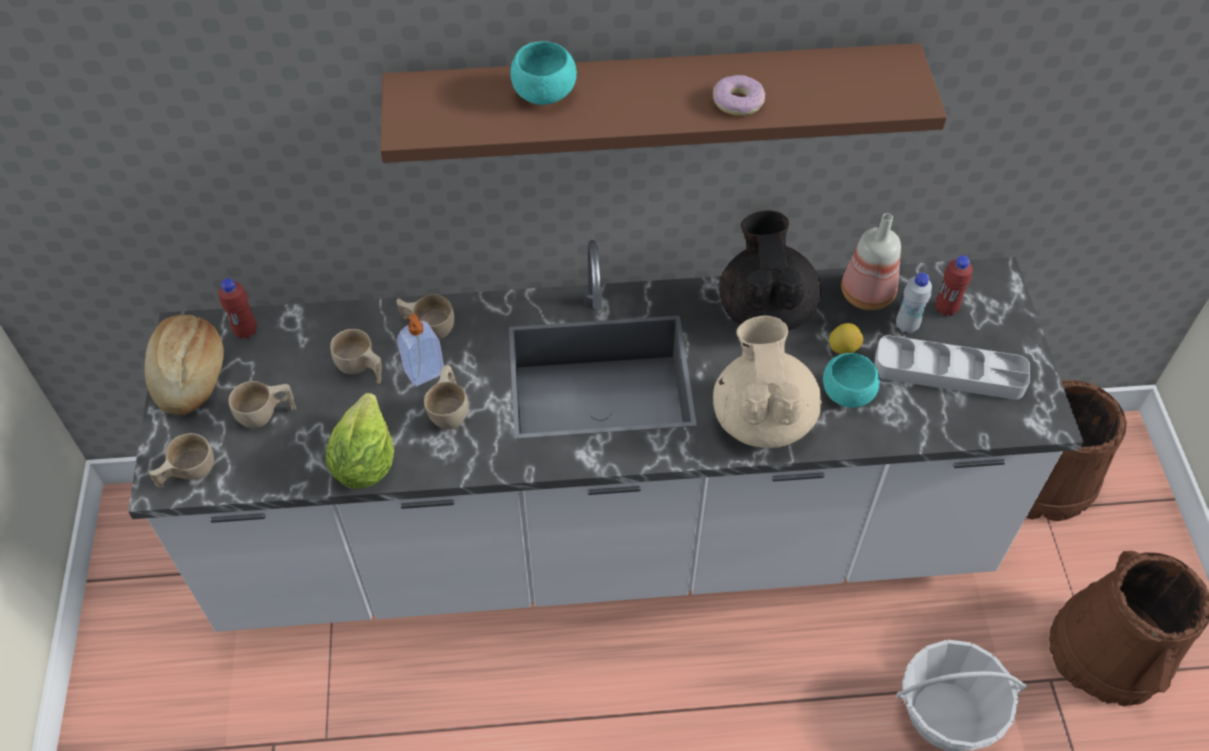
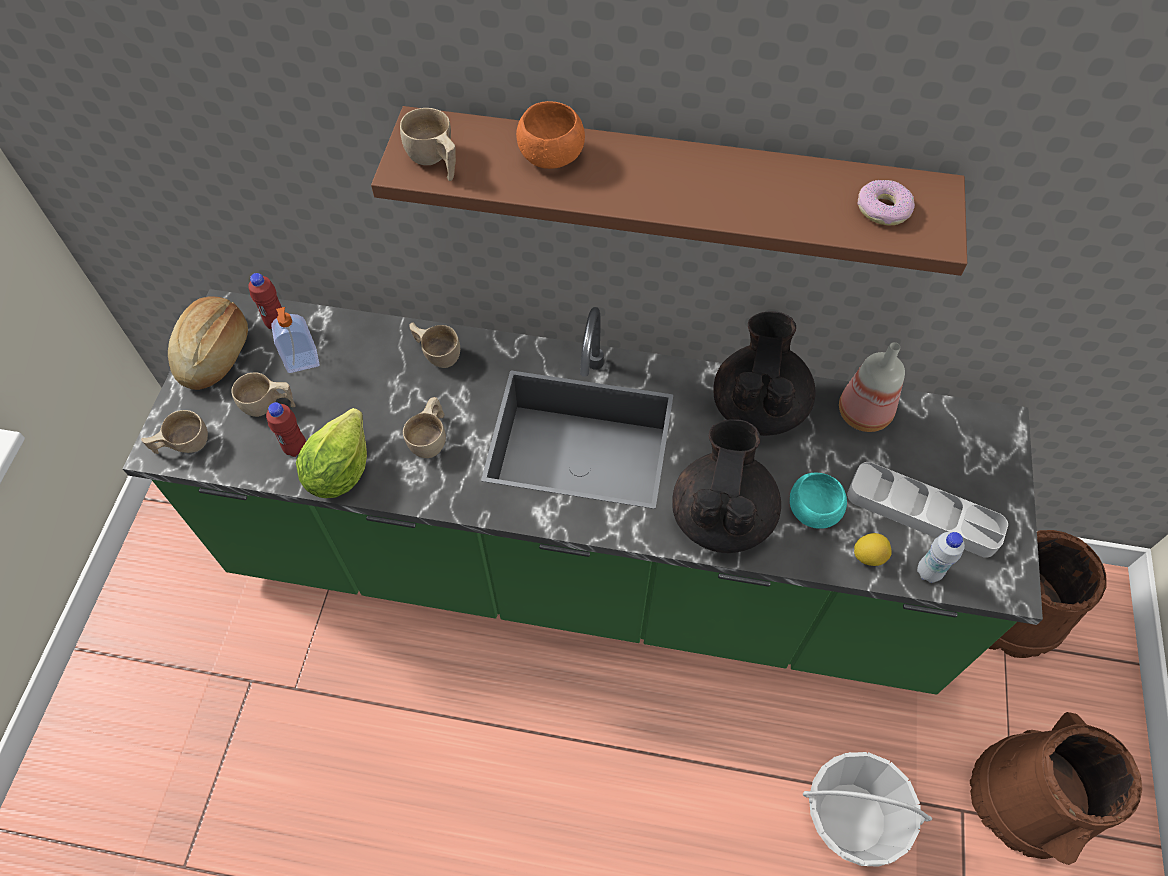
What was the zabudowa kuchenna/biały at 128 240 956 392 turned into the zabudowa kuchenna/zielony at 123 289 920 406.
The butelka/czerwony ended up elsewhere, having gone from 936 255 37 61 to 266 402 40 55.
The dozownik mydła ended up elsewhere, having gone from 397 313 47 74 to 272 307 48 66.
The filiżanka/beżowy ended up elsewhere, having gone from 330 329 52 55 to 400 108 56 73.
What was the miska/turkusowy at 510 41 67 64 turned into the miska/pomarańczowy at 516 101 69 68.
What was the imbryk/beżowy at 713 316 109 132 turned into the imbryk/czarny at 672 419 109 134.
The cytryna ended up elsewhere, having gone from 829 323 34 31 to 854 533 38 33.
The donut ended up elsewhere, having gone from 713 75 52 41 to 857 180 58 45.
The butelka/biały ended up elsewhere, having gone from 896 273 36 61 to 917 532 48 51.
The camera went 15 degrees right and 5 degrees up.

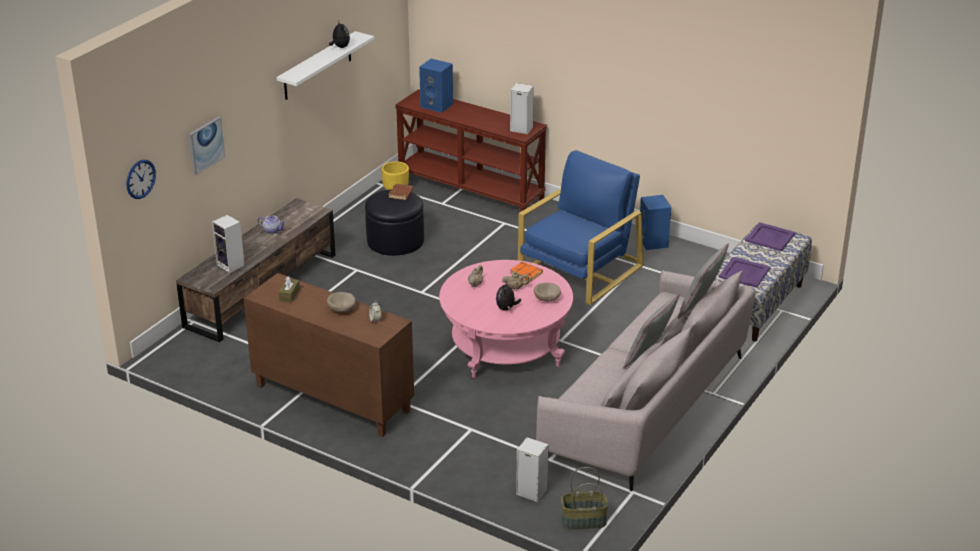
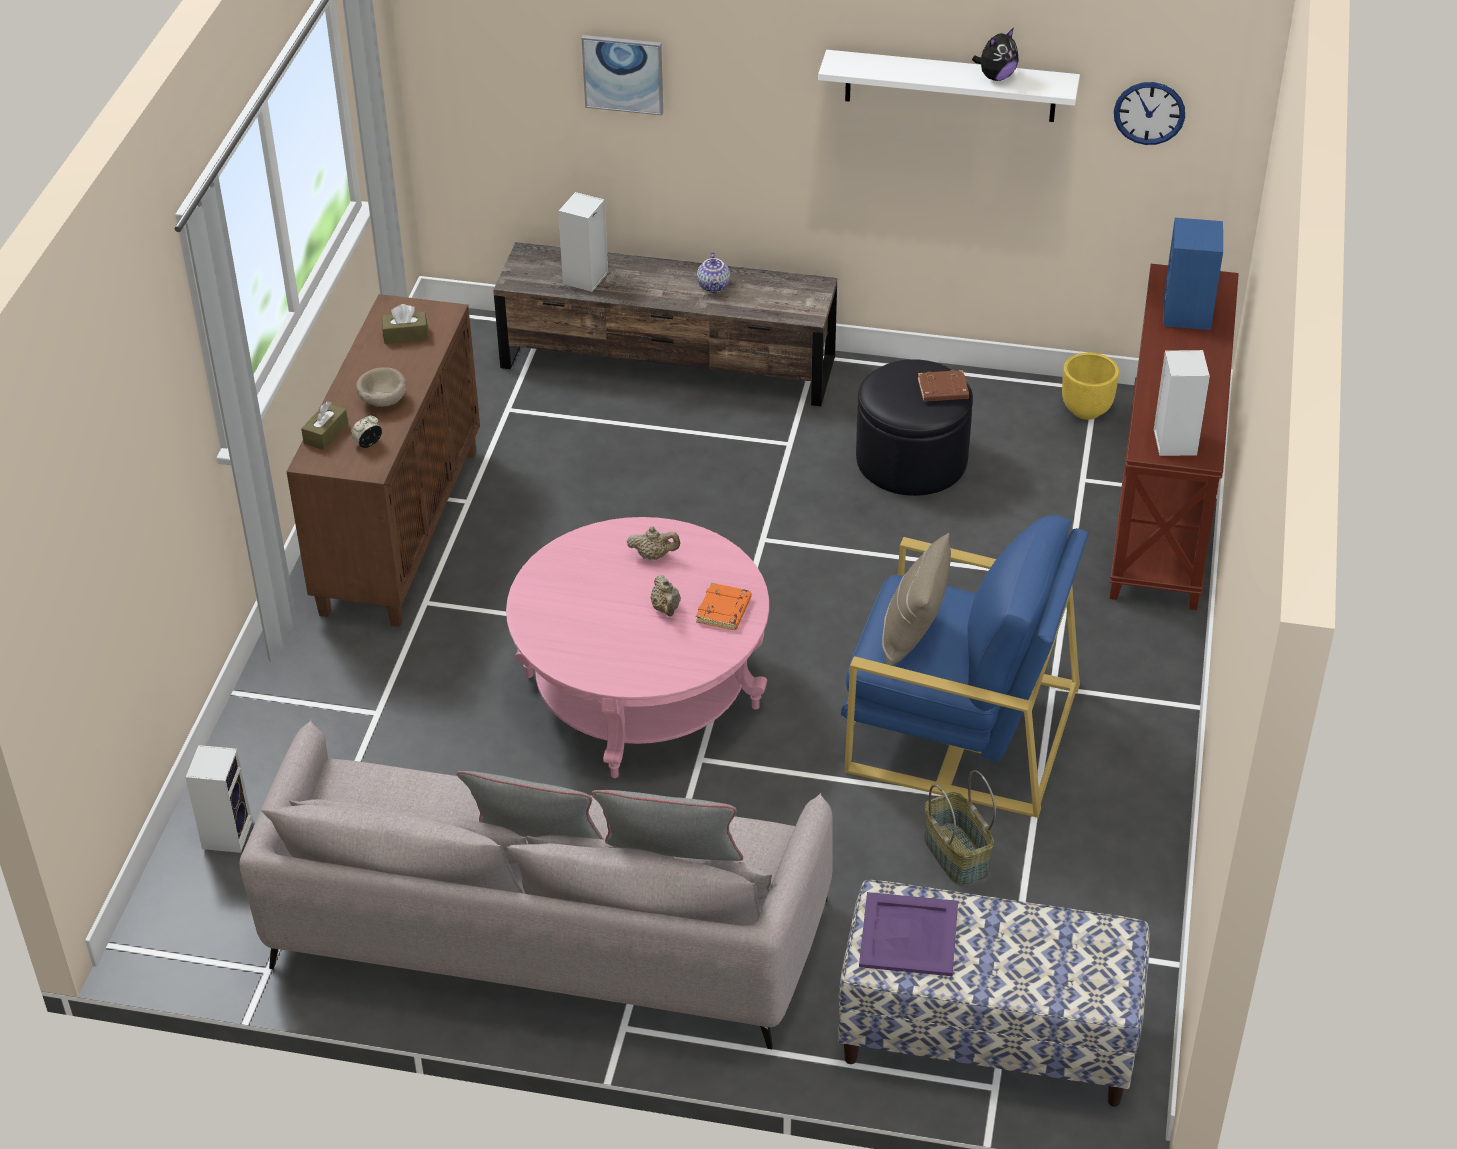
The second view gained the pudełko chusteczek/brązowy at 301 401 47 49.
The second view gained the poduszka/beżowy at 882 533 69 133.
The koszyk ended up elsewhere, having gone from 561 467 48 63 to 924 770 72 116.
The zegar ścienny ended up elsewhere, having gone from 126 160 30 39 to 1114 82 71 63.
The second view lost the pluszak at 496 282 25 28.
The second view lost the miska/beżowy at 534 283 27 19.
The second view lost the głośnik/niebieski at 640 195 31 55.
The second view lost the taca/fioletowy at 745 222 51 29.
The camera went 70 degrees right and 10 degrees up.

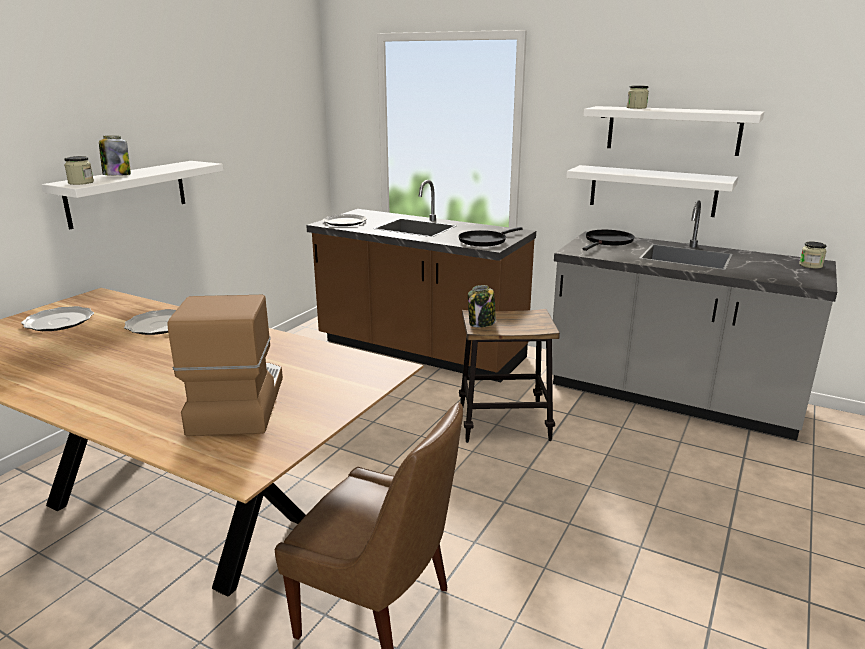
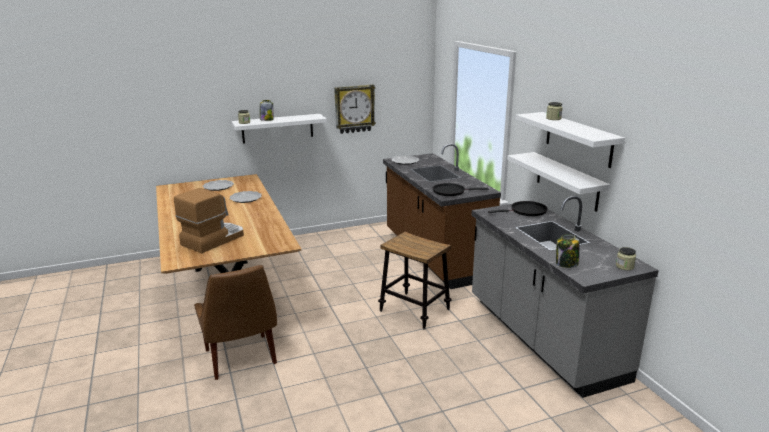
The second view gained the zegar ścienny at 334 84 42 50.
The słoik ended up elsewhere, having gone from 468 285 28 43 to 556 234 24 34.
The camera went 40 degrees right and 0 degrees up.

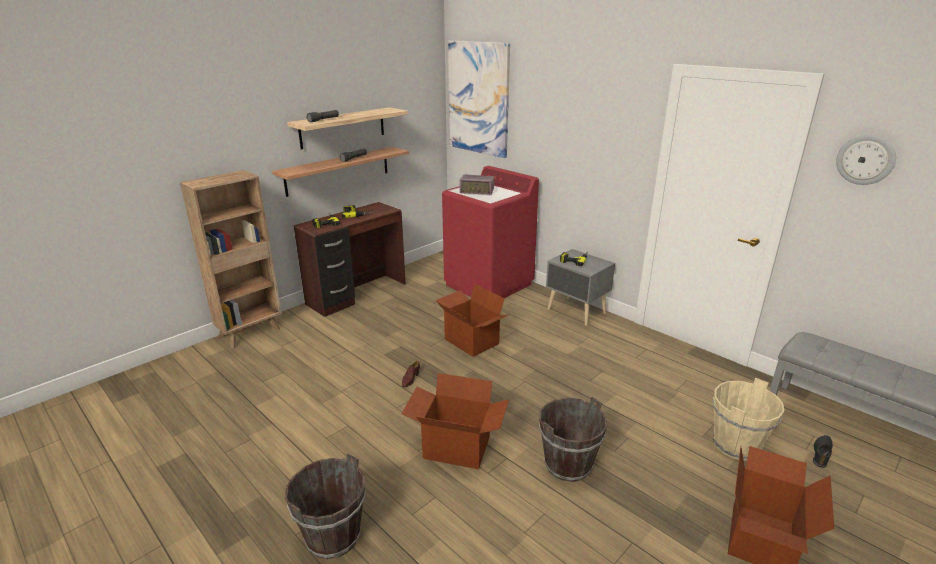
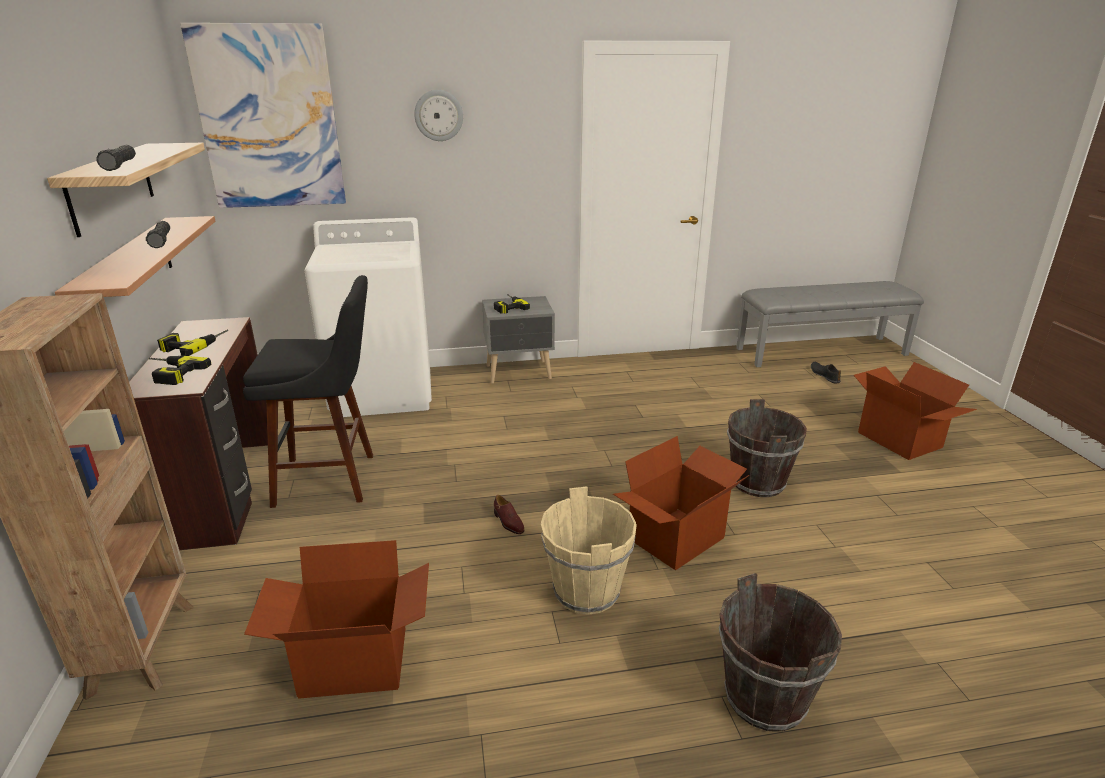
The second view gained the stołek/czarny at 243 275 130 233.
The karton ended up elsewhere, having gone from 435 284 75 73 to 244 540 185 159.
What was the pralka/czerwony at 442 166 97 132 turned into the pralka/biały at 305 217 127 200.
The zegar ścienny ended up elsewhere, having gone from 836 135 60 50 to 414 90 49 51.
The wiadro/beżowy ended up elsewhere, having gone from 713 378 71 82 to 541 486 96 129.
The second view lost the radio at 460 174 34 21.
The camera went 55 degrees left and 0 degrees up.

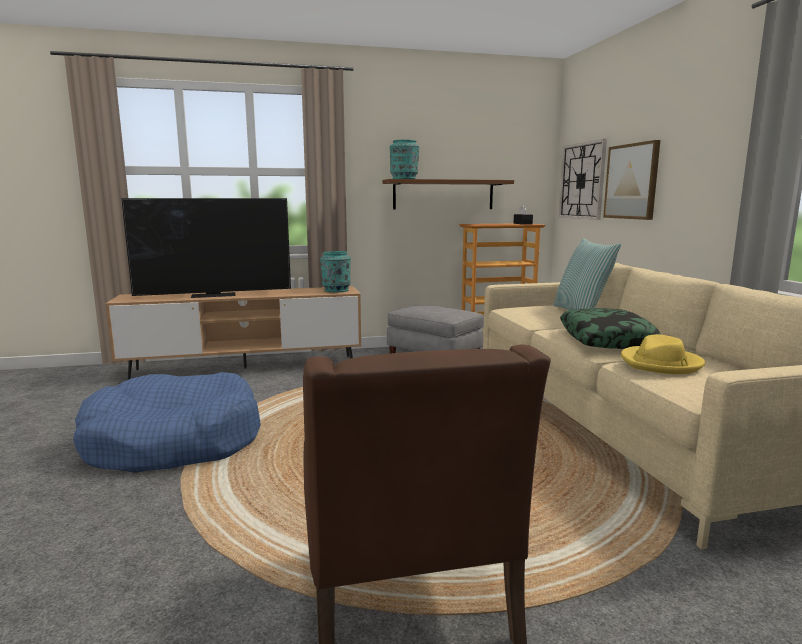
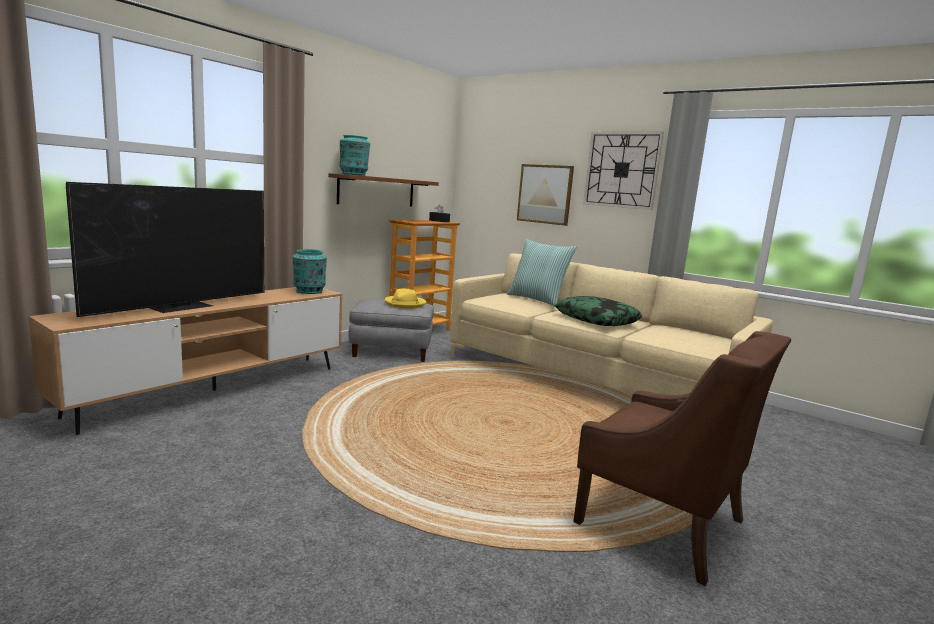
The kapelusz/żółty ended up elsewhere, having gone from 621 334 84 40 to 385 288 41 20.
The zegar ścienny ended up elsewhere, having gone from 559 139 48 81 to 583 132 81 78.
The second view lost the legowisko/niebieski at 73 372 188 101.
The camera went 40 degrees left and 0 degrees up.

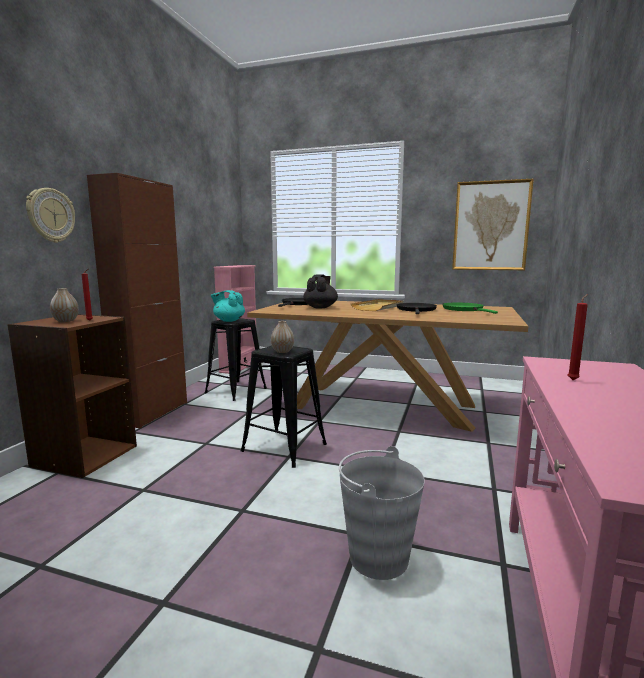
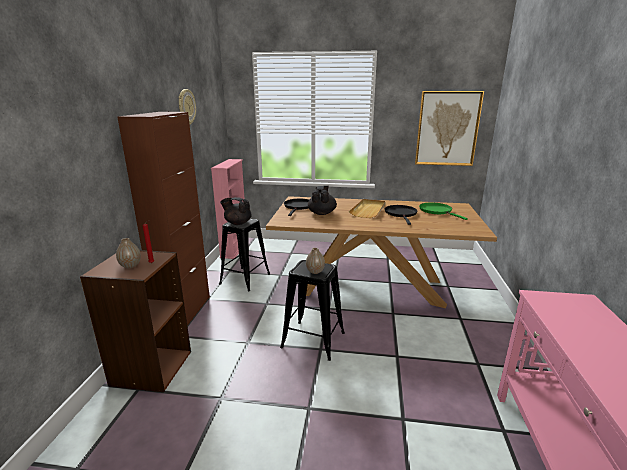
The zegar ścienny ended up elsewhere, having gone from 26 188 49 55 to 178 89 18 35.
What was the imbryk/turkusowy at 211 290 34 32 turned into the imbryk/czarny at 220 197 32 28.
The second view lost the wiadro/szary at 339 446 86 134.
The second view lost the świeca/czerwony at 568 294 20 86.
The camera went 10 degrees left and 10 degrees up.

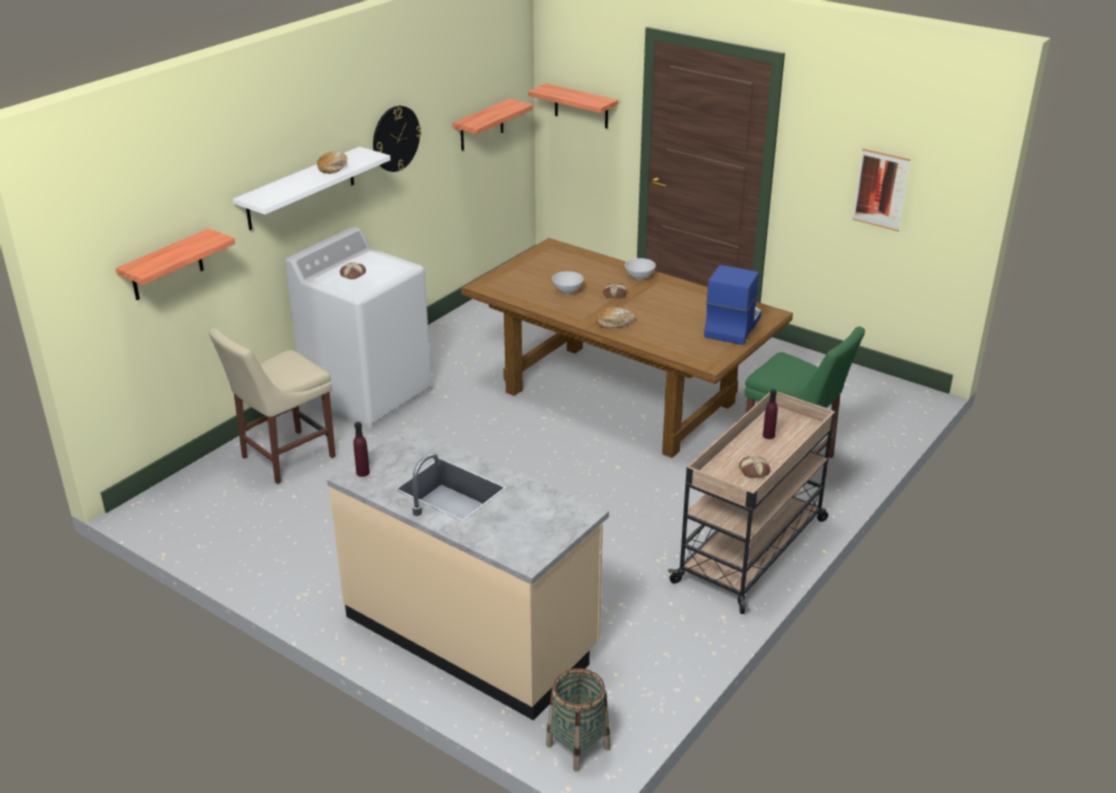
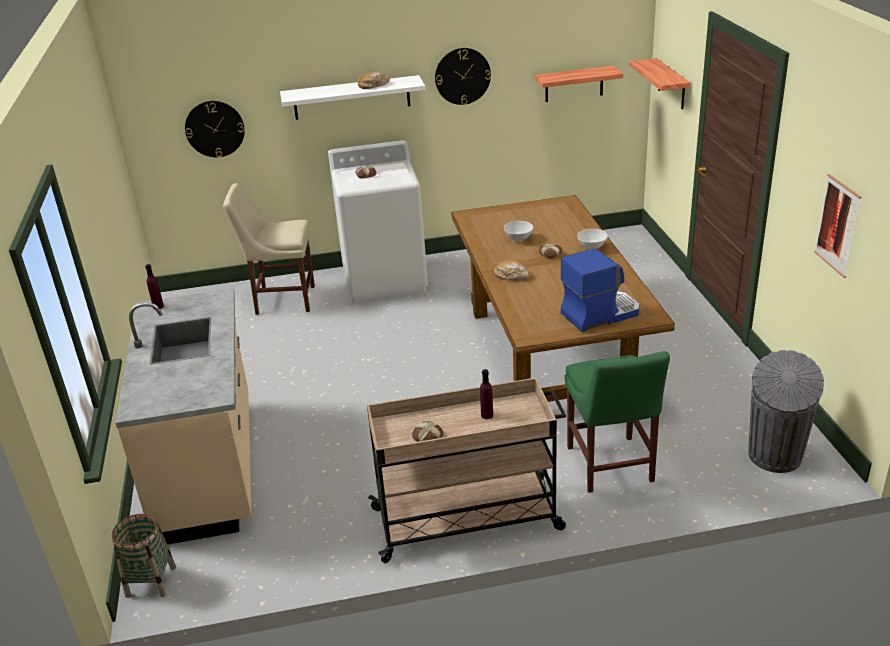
Where the półka hung at 116 229 119 71, the zegar ścienny came to hang at 185 101 60 57.
The second view gained the kosz na śmieci/szary at 748 350 76 123.
The camera went 45 degrees right and 0 degrees up.

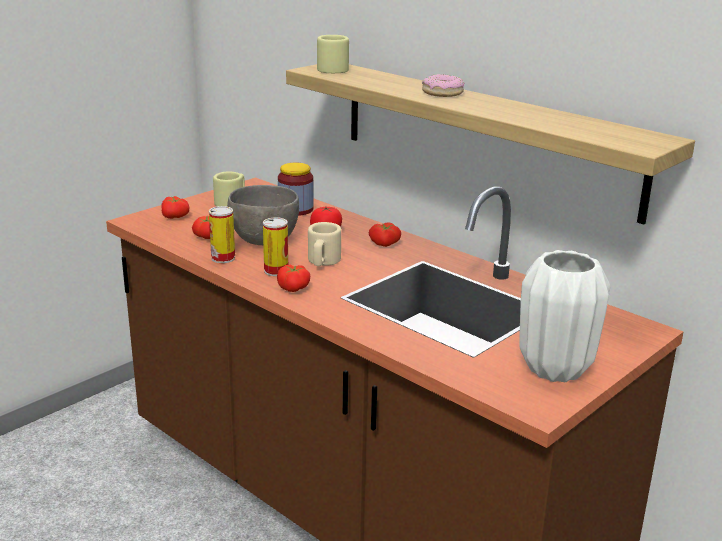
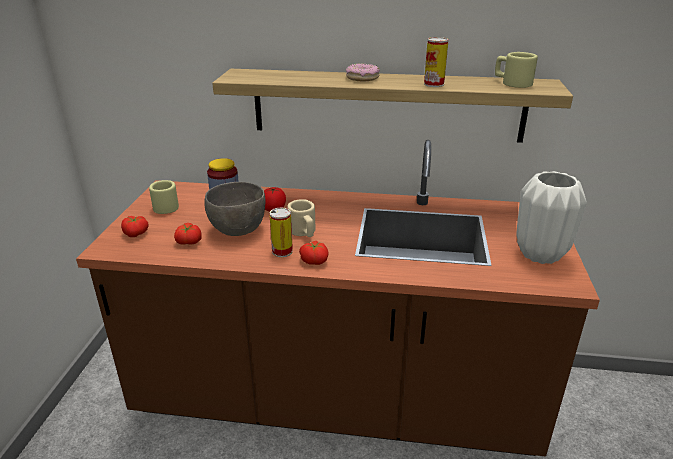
The puszka ended up elsewhere, having gone from 209 206 26 57 to 424 37 25 50.
The kubek/beżowy ended up elsewhere, having gone from 317 35 32 38 to 495 52 43 36.
The second view lost the pomidor at 369 222 32 25.
The camera went 35 degrees left and 5 degrees up.

